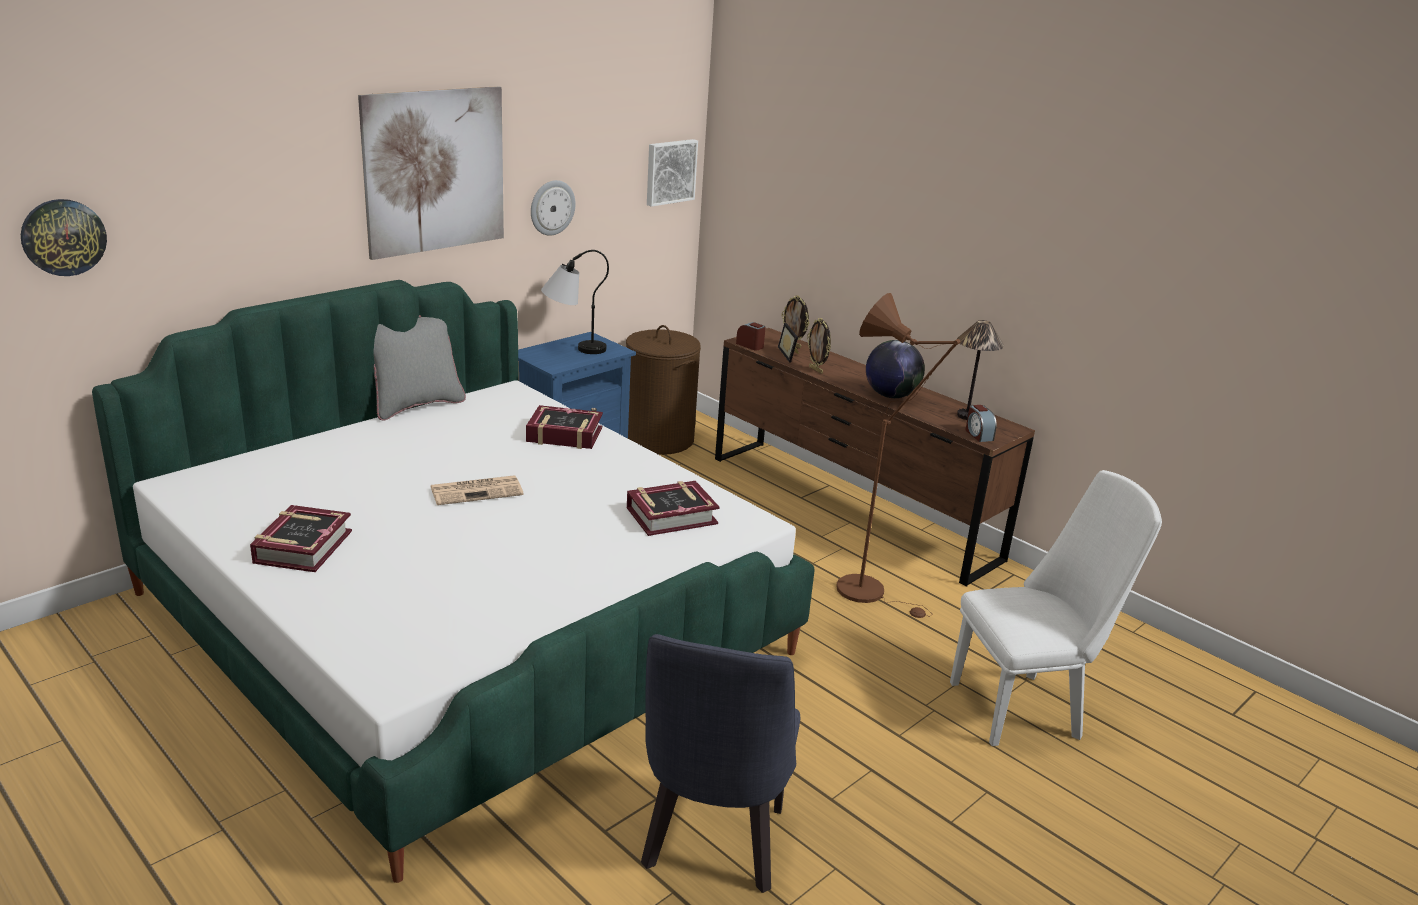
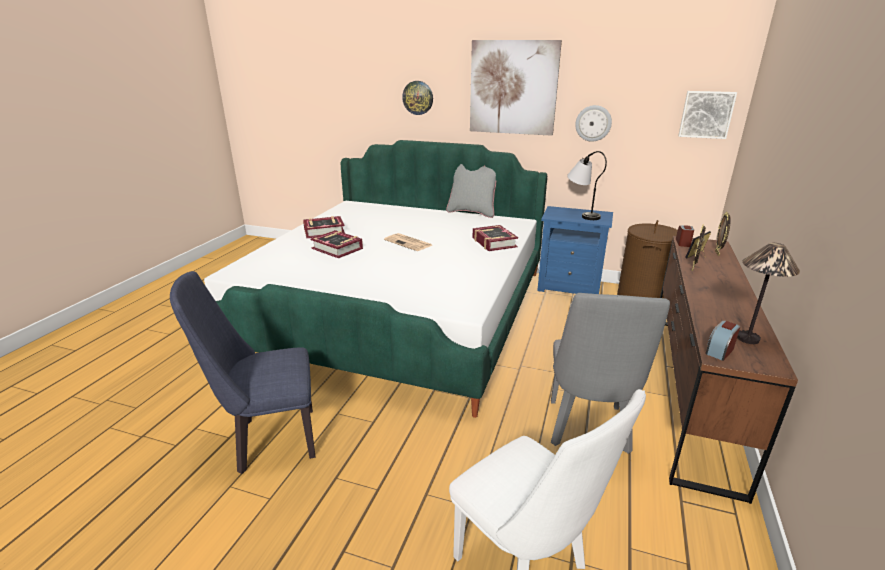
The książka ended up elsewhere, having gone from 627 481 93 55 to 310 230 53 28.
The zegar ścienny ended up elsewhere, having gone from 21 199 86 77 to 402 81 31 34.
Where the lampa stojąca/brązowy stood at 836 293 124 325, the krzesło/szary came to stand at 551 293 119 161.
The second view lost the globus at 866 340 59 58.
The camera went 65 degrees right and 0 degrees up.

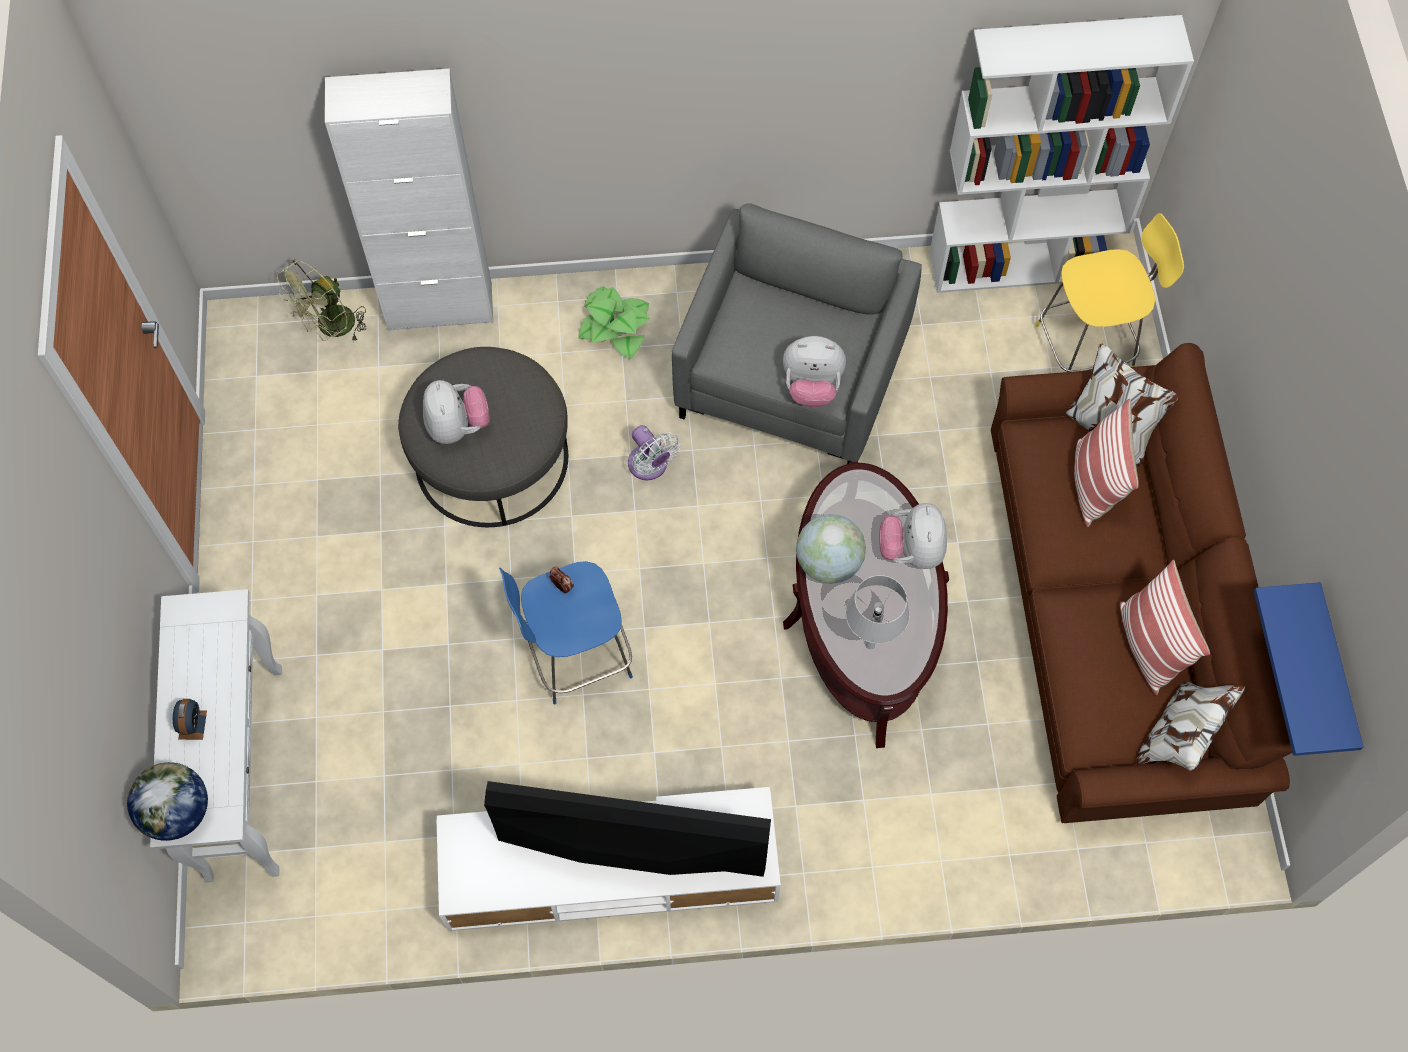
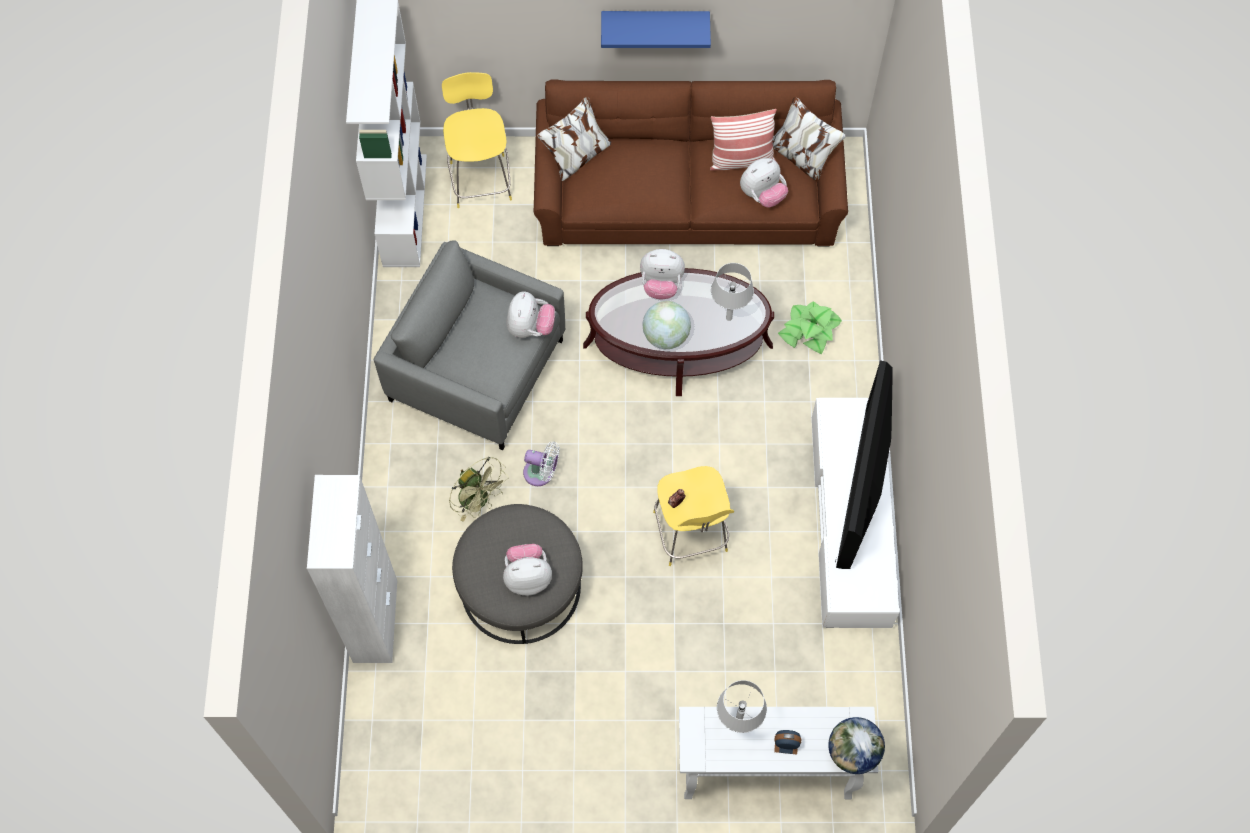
The wentylator/zielony ended up elsewhere, having gone from 277 259 89 83 to 449 457 60 65.
The wentylator/biały at 628 425 52 55 ended up facing another way, 45 degrees clockwise from before.
The półka/niebieski ended up elsewhere, having gone from 1254 582 110 174 to 601 11 110 37.
What was the stołek/niebieski at 499 561 134 144 turned into the stołek/żółty at 653 466 81 100.
The second view gained the lampa stołowa/szary at 717 680 50 53.
The second view gained the pluszak at 740 158 48 49.
The roślina doniczkowa ended up elsewhere, having gone from 578 286 72 73 to 778 301 64 54.
The second view lost the poduszka at 1074 399 65 128.
The camera went 85 degrees left and 0 degrees up.

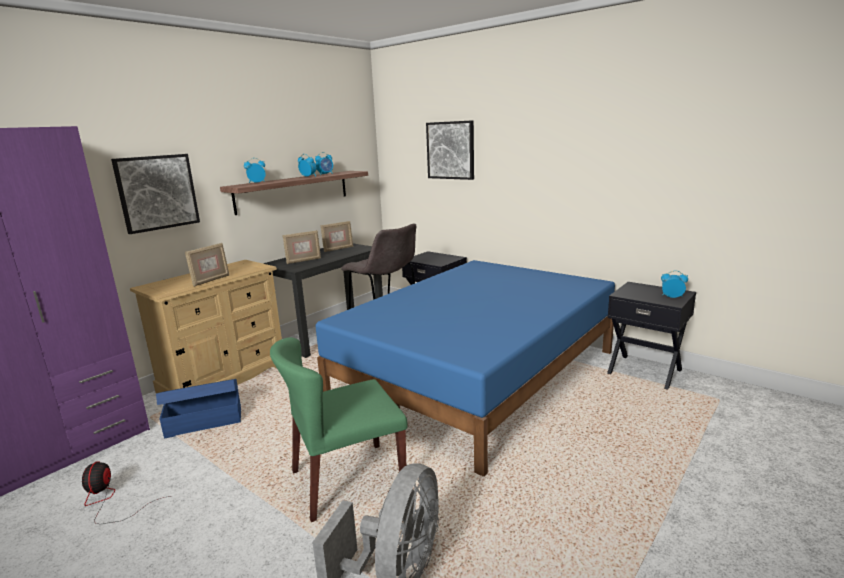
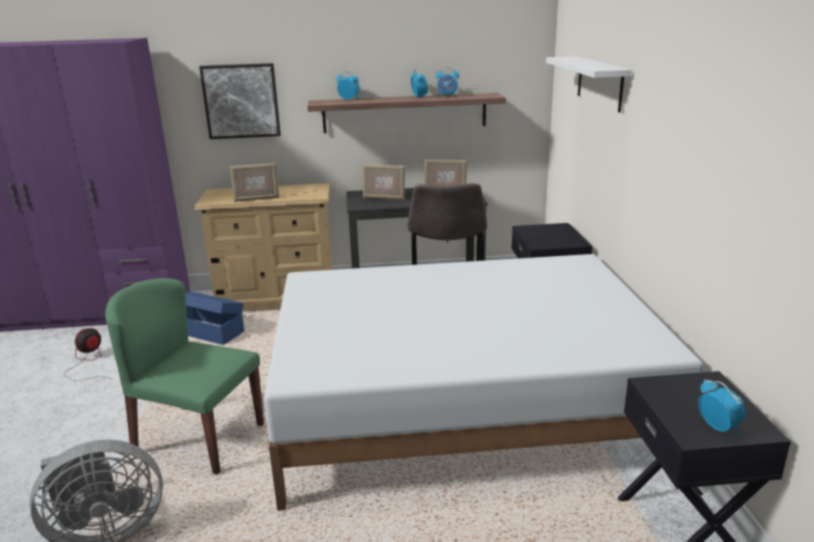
What was the łóżko/niebieski at 316 260 299 217 turned into the łóżko/biały at 264 254 440 257.
Where the obraz hung at 426 120 48 60, the półka/biały came to hang at 546 56 86 57.
The camera went 45 degrees right and 5 degrees up.

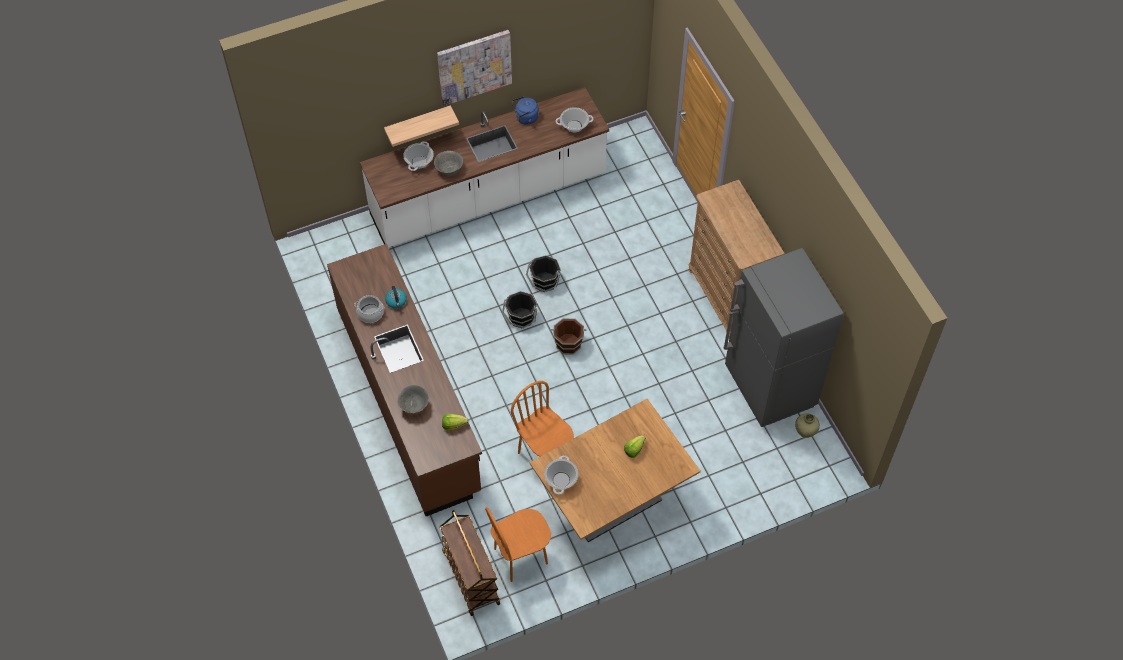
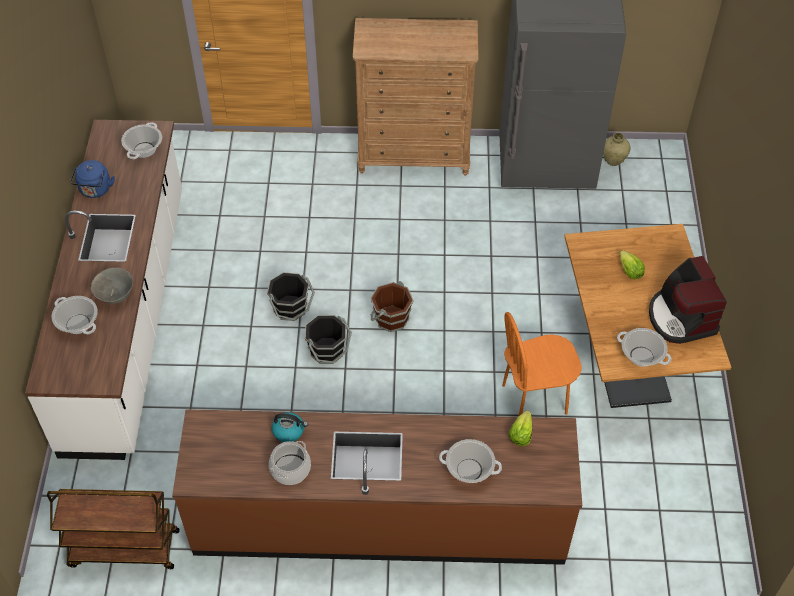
The wózek/brązowy ended up elsewhere, having gone from 440 510 60 106 to 47 489 133 80.
Where the miska/szary stood at 397 385 32 28, the garnek came to stand at 439 439 63 44.
The second view gained the ekspres do kawy at 649 256 78 88.
The second view lost the półka at 384 106 75 41.
The second view lost the obraz at 437 30 75 76.
The second view lost the krzesło/pomarańczowy at 485 507 66 75.
The camera went 65 degrees left and 5 degrees down.

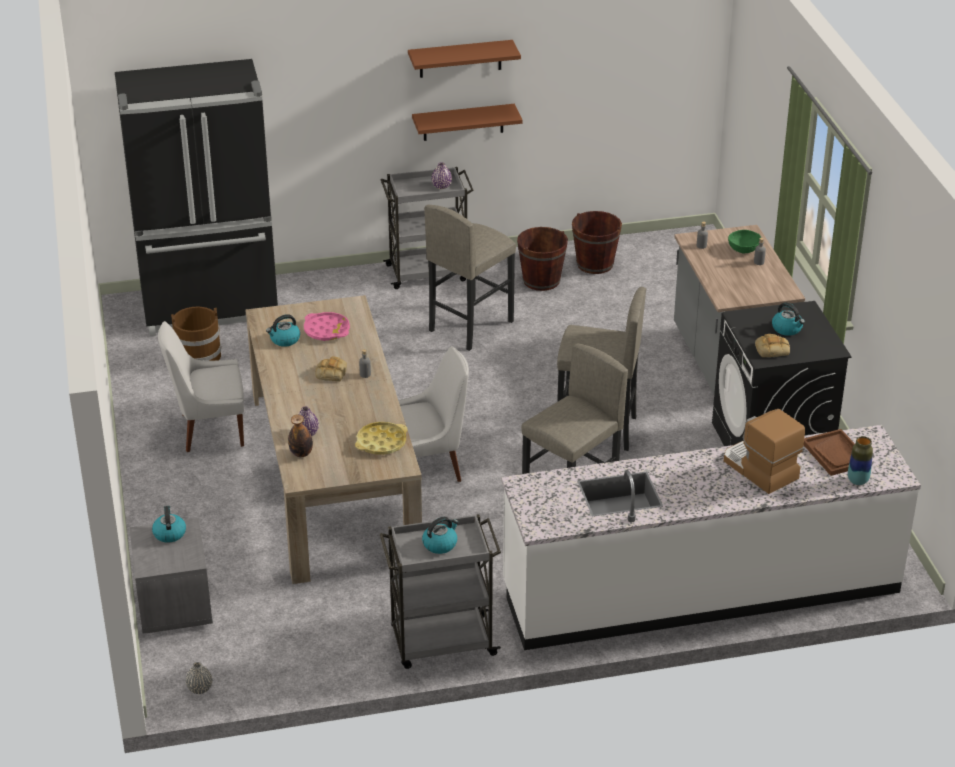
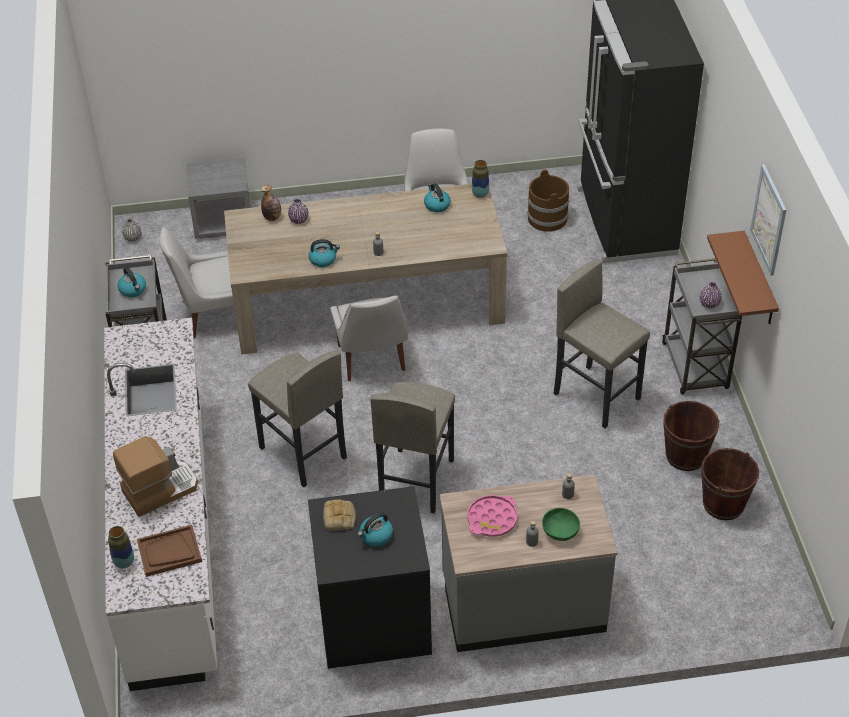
The second view gained the krzesło/biały at 159 227 75 111.
The czajnik ended up elsewhere, having gone from 152 506 34 37 to 309 239 31 28.
The taca/różowy ended up elsewhere, having gone from 304 312 46 29 to 467 495 51 42.
The second view gained the wazon at 472 160 17 38.
Where the półka/brązowy hung at 408 40 113 38, the obraz came to hang at 750 164 36 112.
The second view lost the chleb at 315 356 32 25.
The second view lost the taca/żółty at 355 422 53 33.
The camera went 95 degrees right and 10 degrees up.

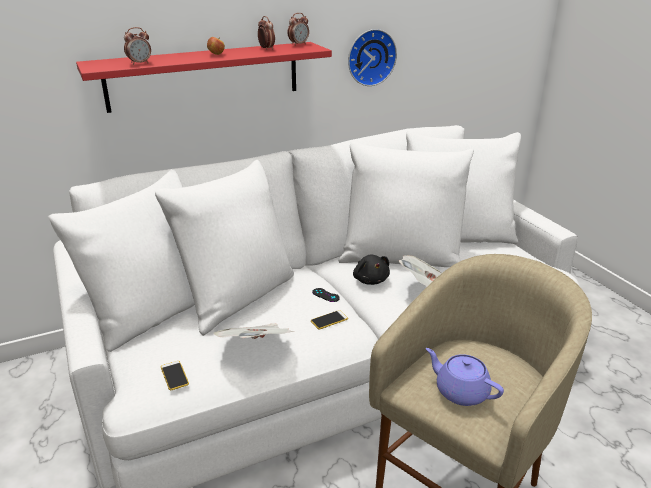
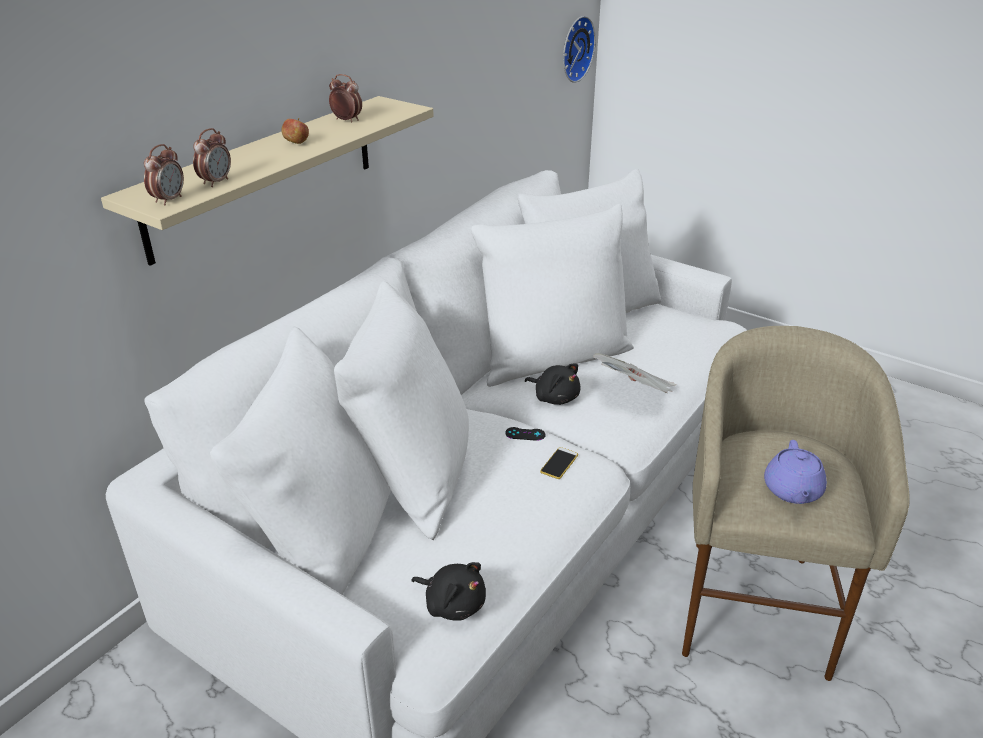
What was the półka/czerwony at 76 42 256 71 turned into the półka/beżowy at 101 96 333 170.
The budzik ended up elsewhere, having gone from 288 13 21 32 to 144 144 40 62.
Where the telefon stood at 161 361 28 30, the pluszak/czarny came to stand at 411 562 75 58.
The zegar ścienny ended up elsewhere, having gone from 348 29 49 57 to 563 16 33 67.
The imbryk/fioletowy at 426 348 78 58 ended up facing another way, 90 degrees counterclockwise from before.
The second view lost the gazeta at 213 323 81 16.
The camera went 30 degrees left and 5 degrees up.

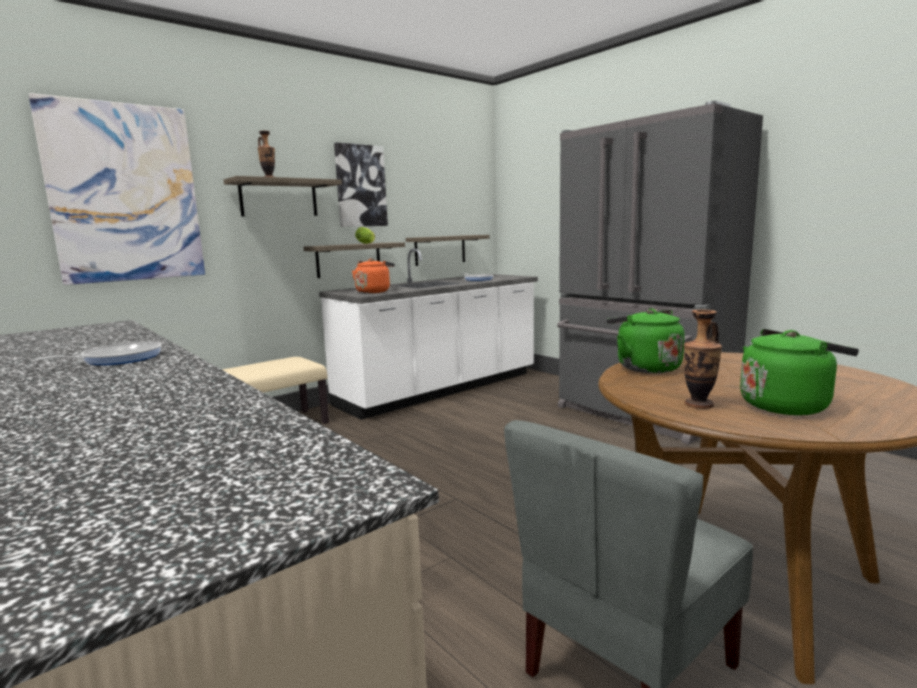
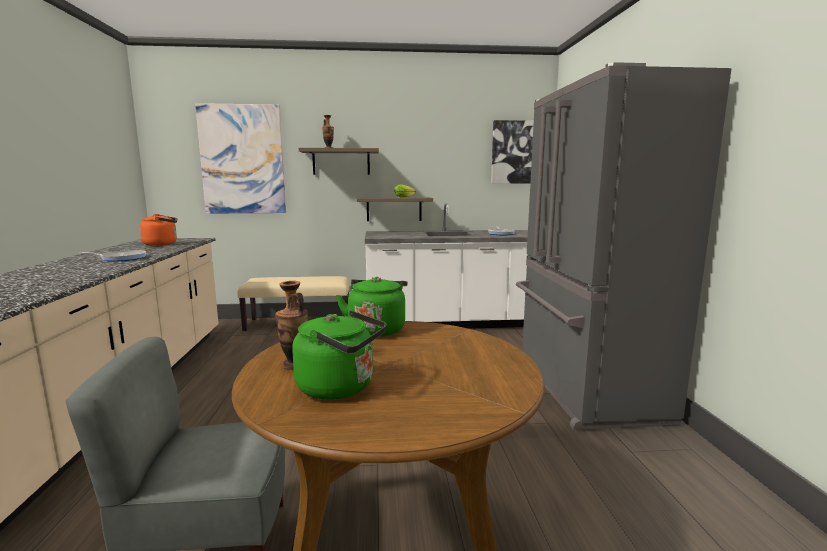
The czajnik/pomarańczowy ended up elsewhere, having gone from 352 259 43 34 to 140 214 38 32.
The obraz ended up elsewhere, having gone from 334 142 54 85 to 491 120 43 63.
The second view lost the półka at 406 235 84 31.
The camera went 35 degrees right and 0 degrees up.

